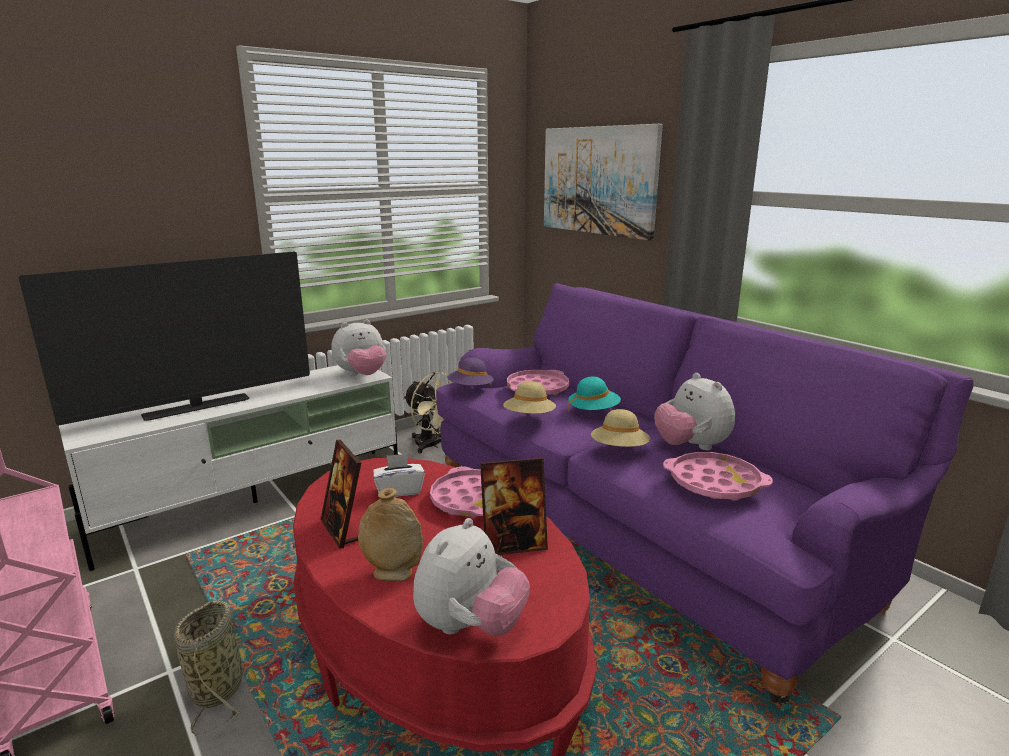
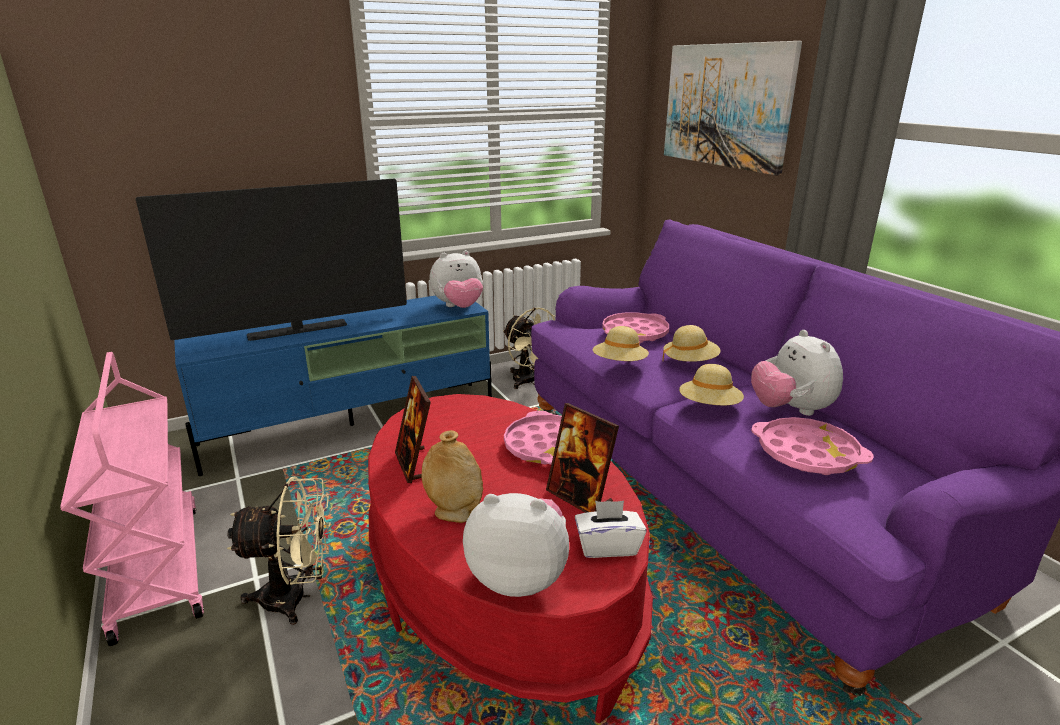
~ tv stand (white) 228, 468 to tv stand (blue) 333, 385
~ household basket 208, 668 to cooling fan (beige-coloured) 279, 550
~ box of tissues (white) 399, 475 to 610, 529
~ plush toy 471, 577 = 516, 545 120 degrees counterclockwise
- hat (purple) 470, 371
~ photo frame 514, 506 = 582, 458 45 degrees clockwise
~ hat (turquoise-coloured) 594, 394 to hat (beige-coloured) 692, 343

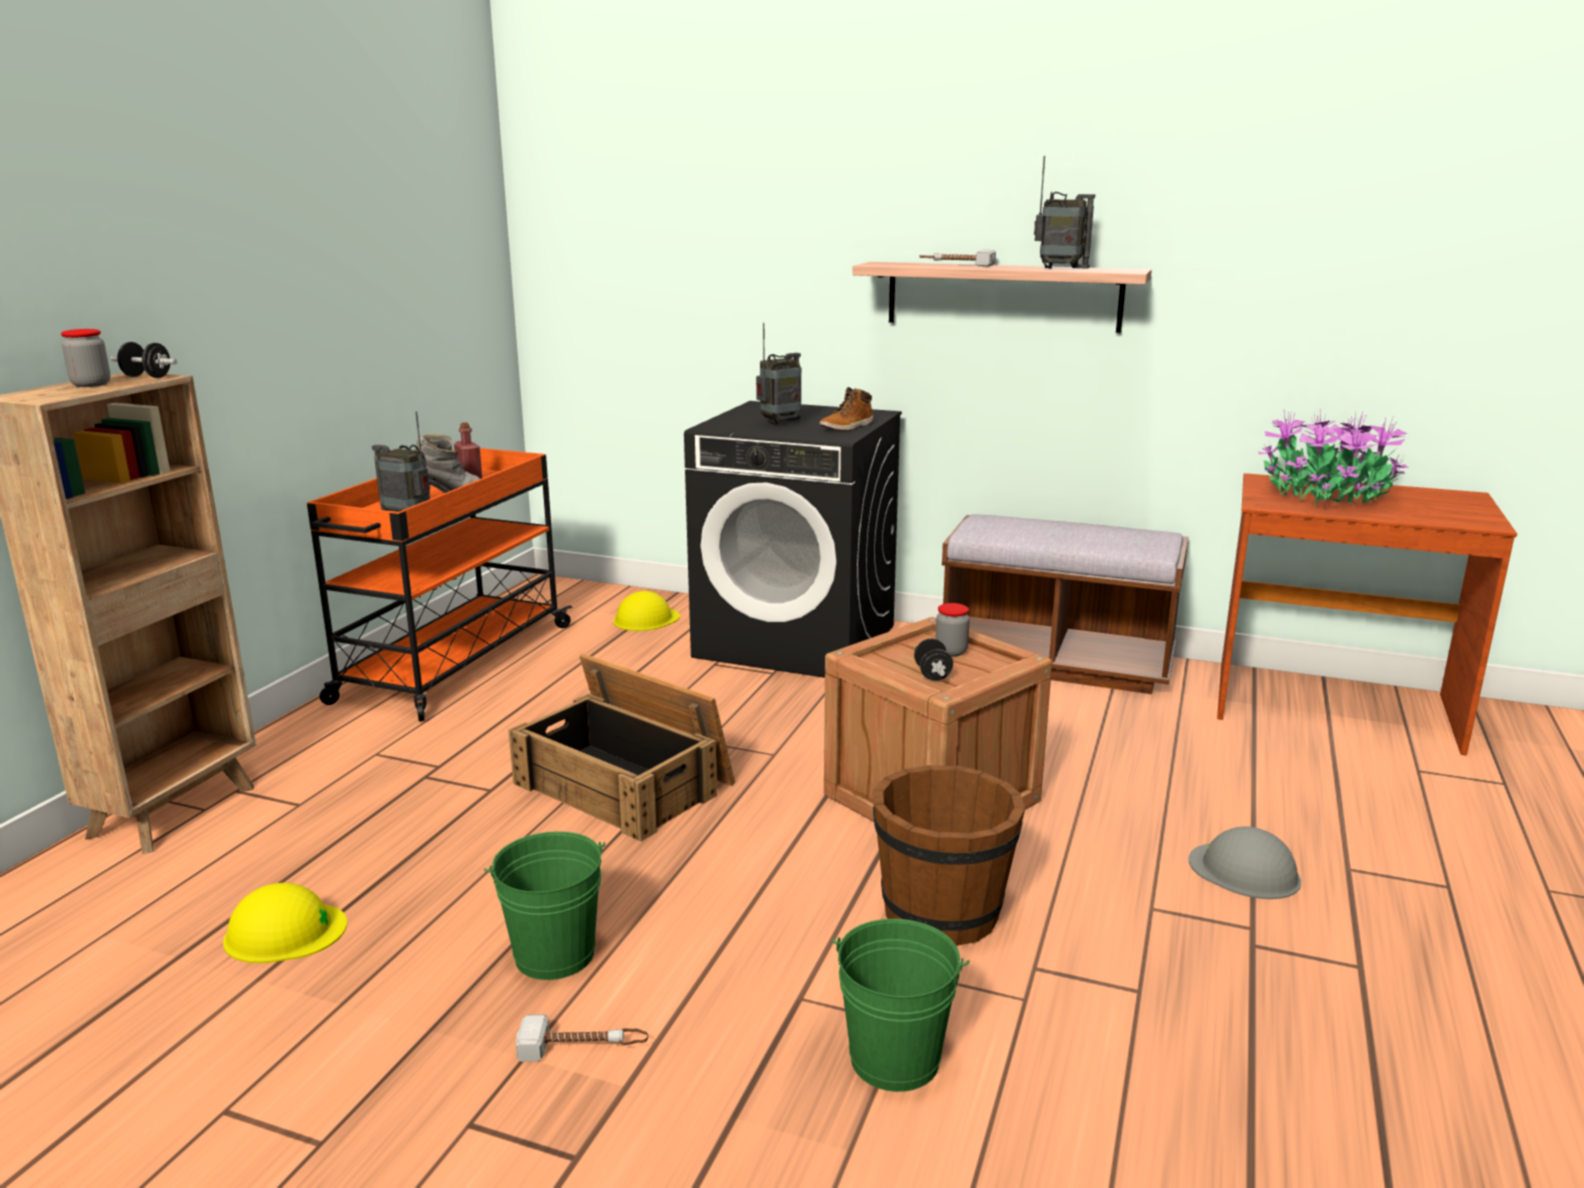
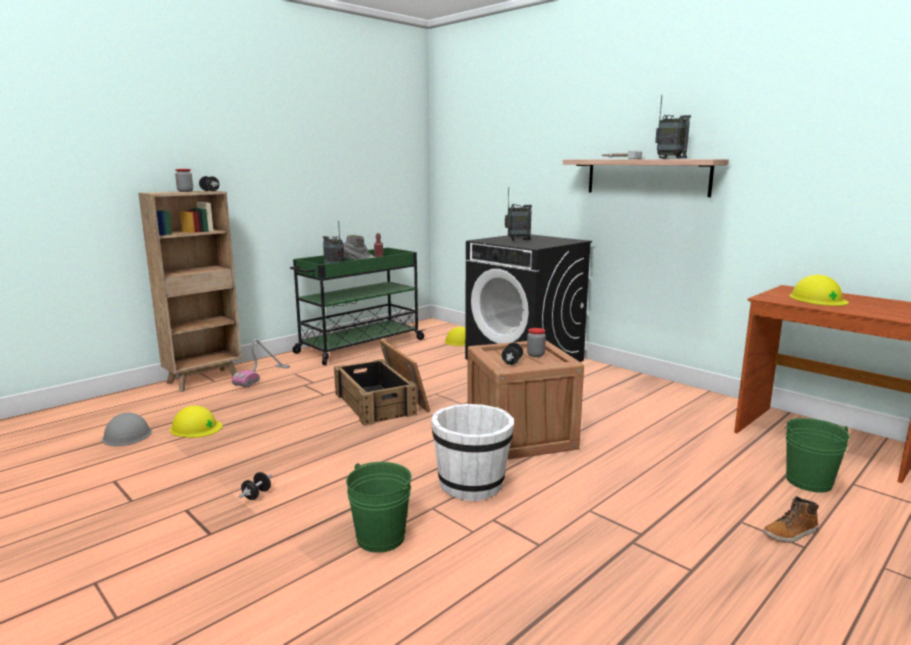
~ trolley (orangey) 440, 585 to trolley (greenish) 358, 306
~ bucket (greenish) 544, 906 to 817, 455
~ hand hammer 582, 1038 to free weight (black) 255, 486
~ boot 847, 409 to 791, 519
~ bucket (brown) 949, 855 to bucket (white) 472, 452
- indoor bench (brown) 1065, 604
~ work helmet (grey) 1245, 862 to 127, 429
~ houseplant 1333, 458 to work helmet (yellowish) 819, 290
+ vacuum 261, 363

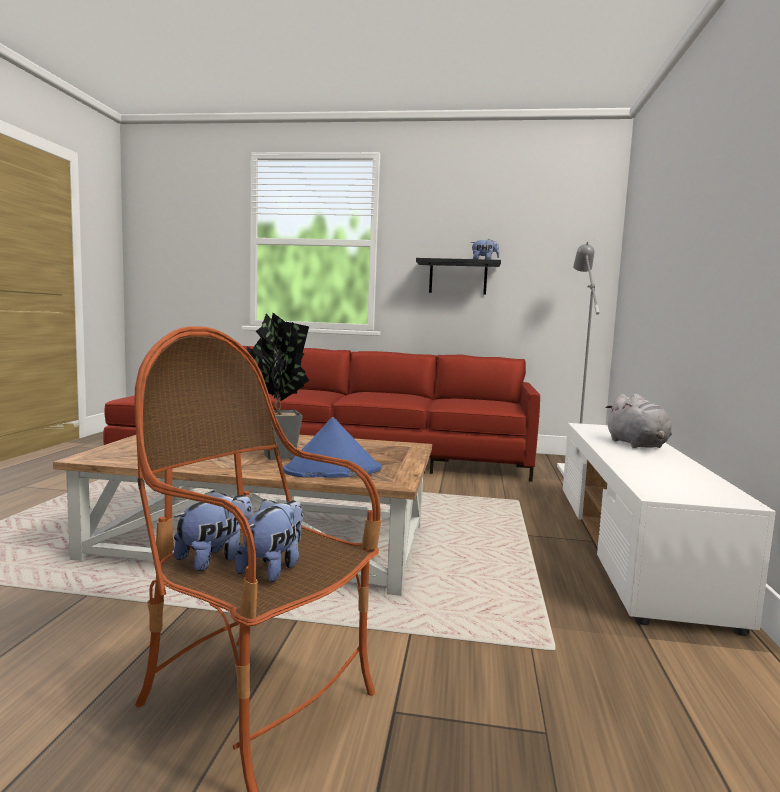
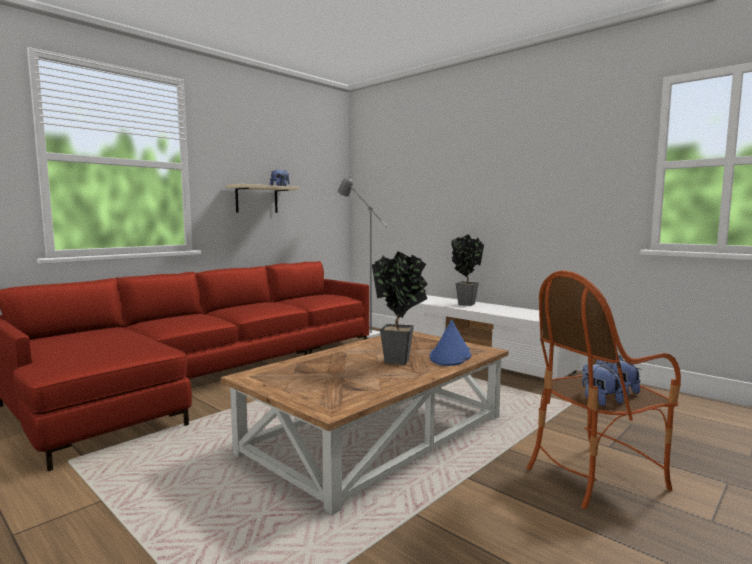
~ wall shelf (black) 458, 276 to wall shelf (beige-coloured) 262, 198
~ plush toy (grey) 638, 421 to houseplant 467, 270

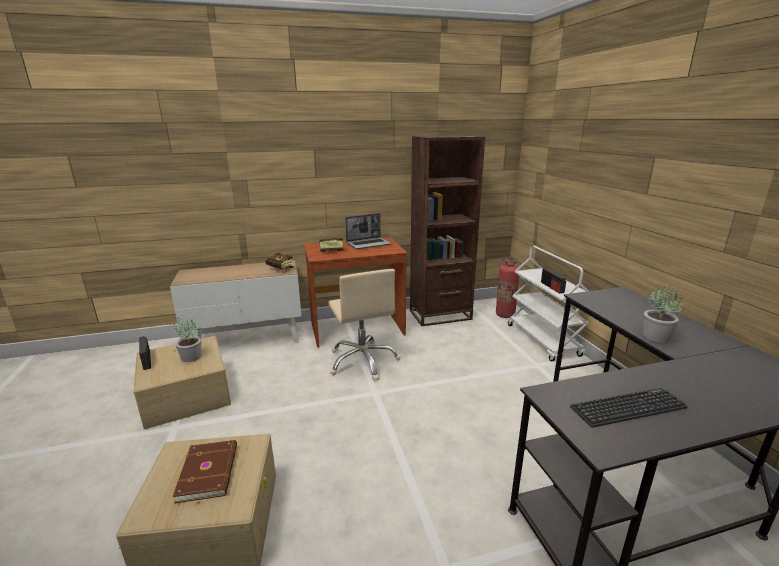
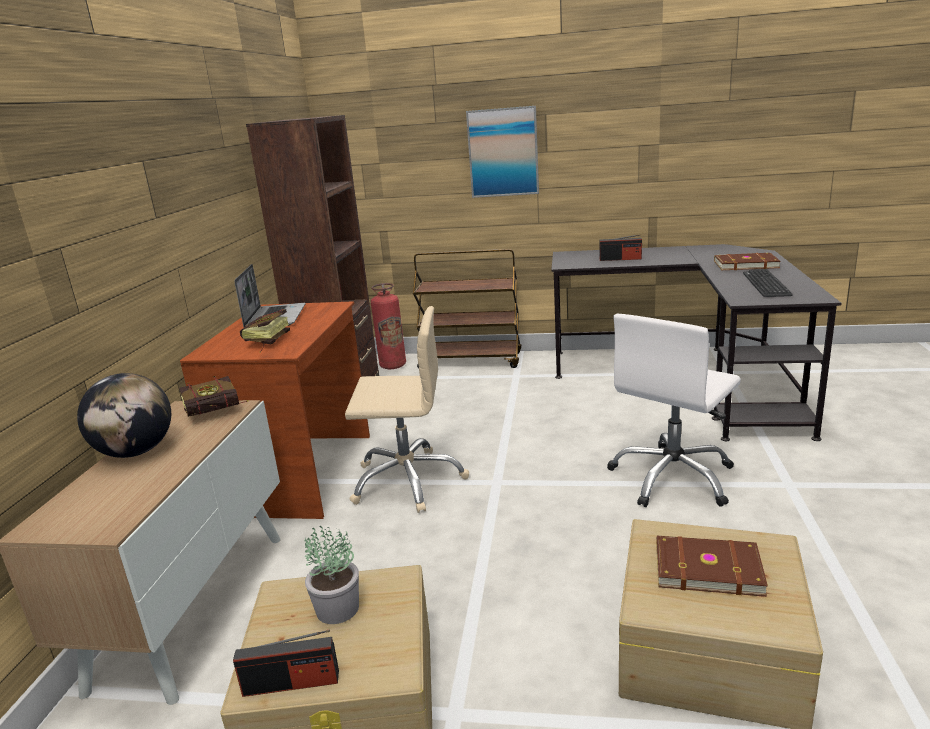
~ trolley (white) 548, 303 to trolley (brown) 467, 309
~ radio receiver 554, 281 to 621, 247
- houseplant 662, 314
+ globe 124, 415
+ wall picture 502, 152
+ desk chair (white) 674, 410
+ volume (brown) 747, 261

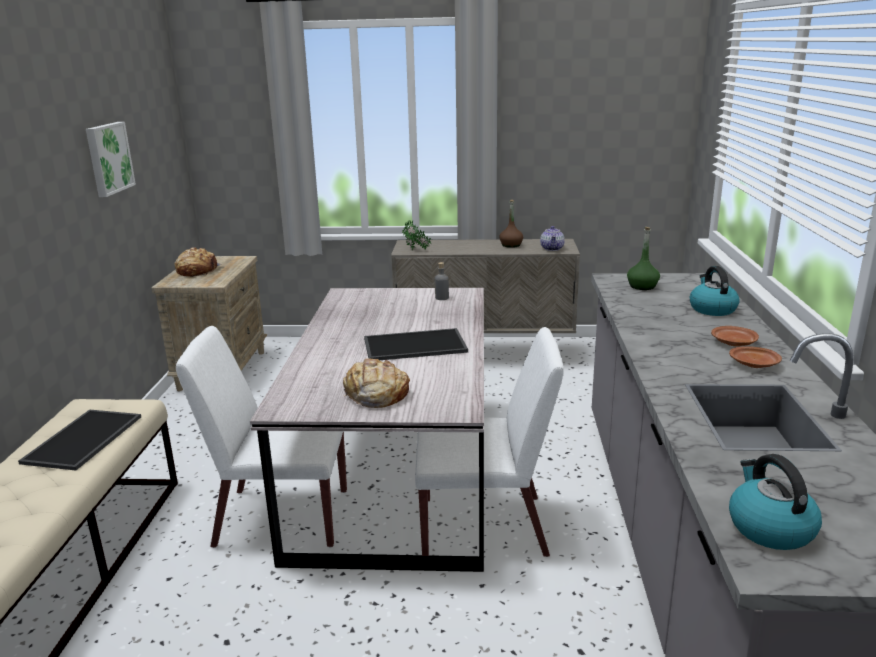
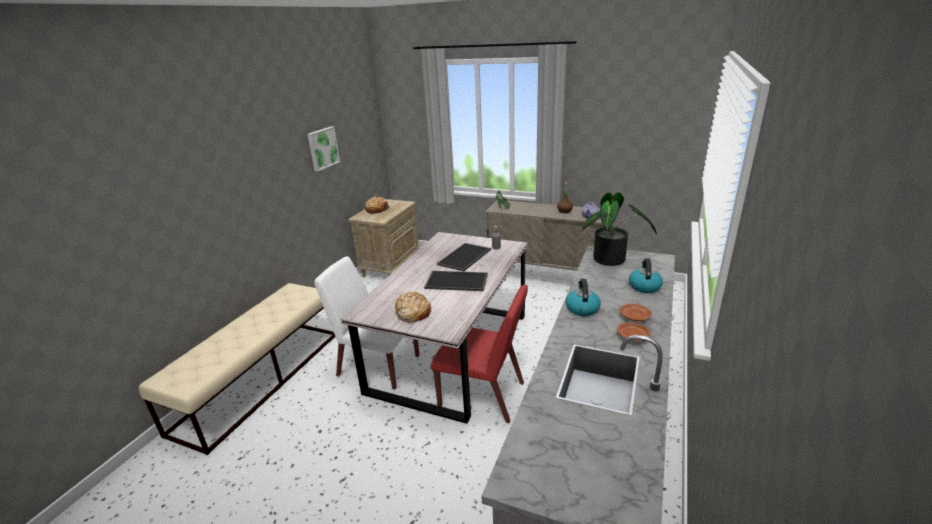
~ carrying tray 79, 440 to 464, 257
~ chair (white) 489, 442 to chair (red-coloured) 479, 353
~ beverage bottle (greenish) 643, 258 to houseplant 619, 229
~ tea kettle 775, 502 to 583, 297

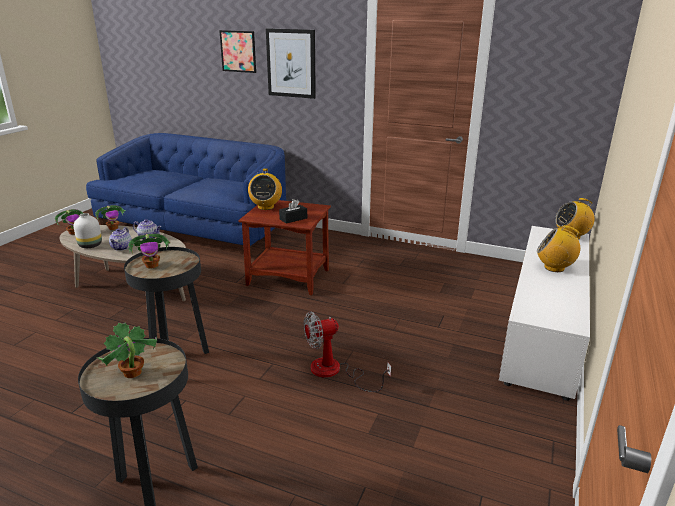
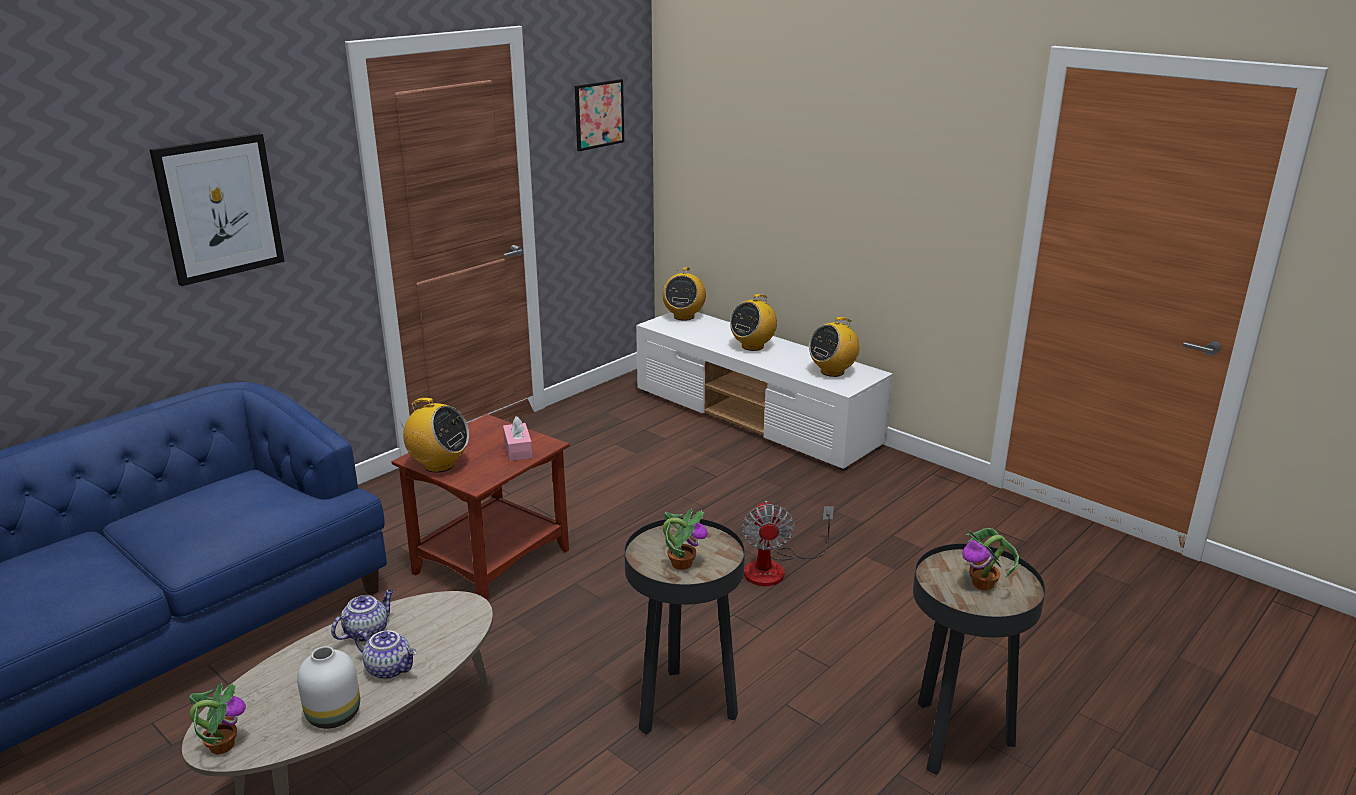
- houseplant 110, 217
~ wall picture 237, 51 to 599, 115
~ box of tissues (black) 293, 211 to box of tissues (pink-coloured) 518, 438
+ radio receiver 834, 347

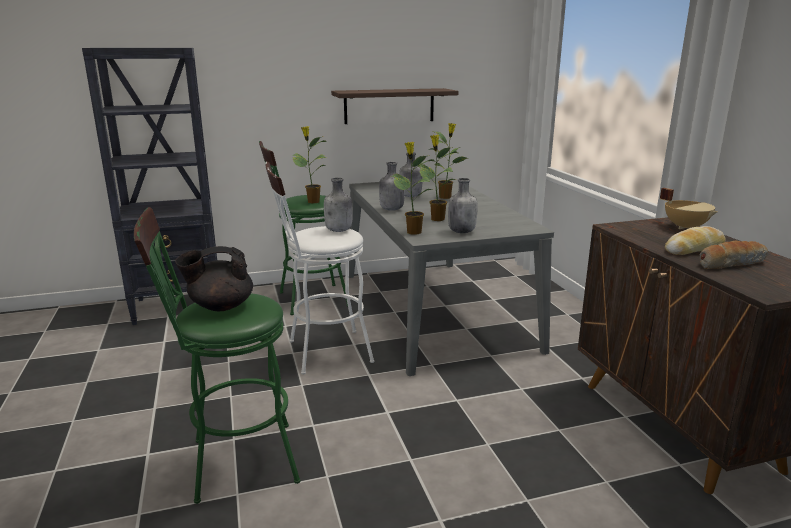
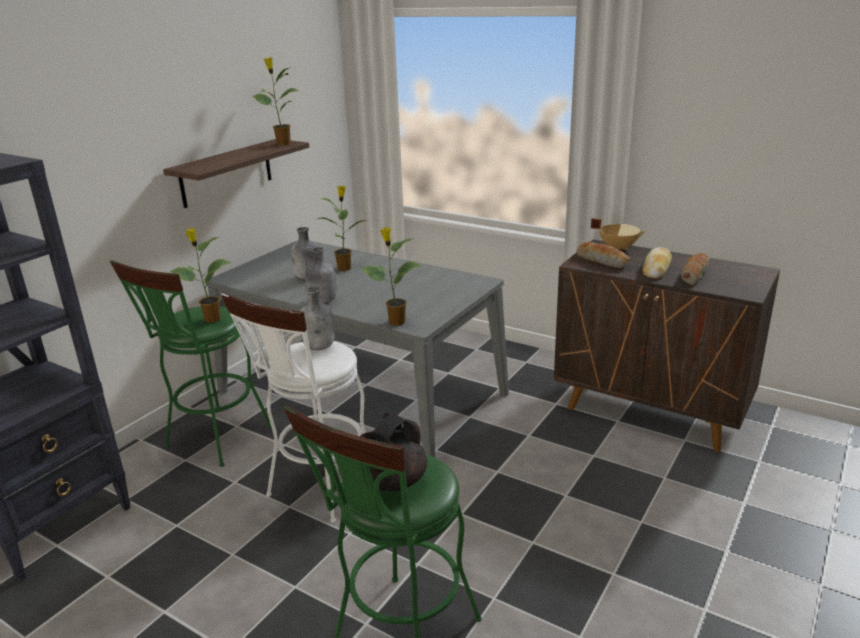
~ houseplant 438, 178 to 275, 101
- beverage bottle (grey) 463, 205
+ bread 603, 255

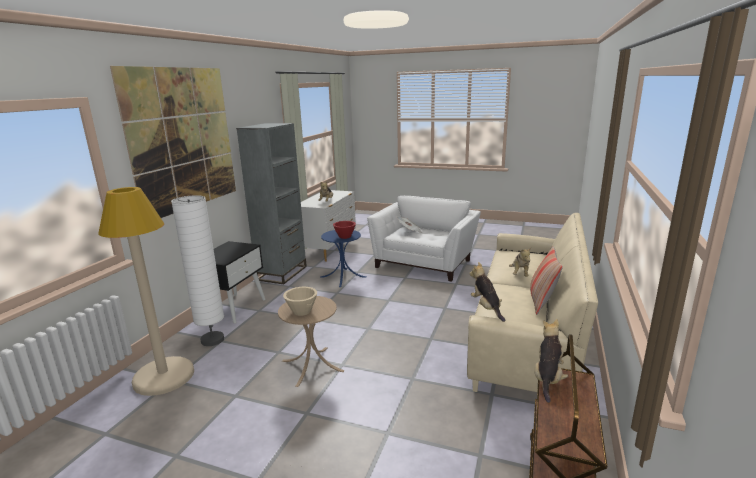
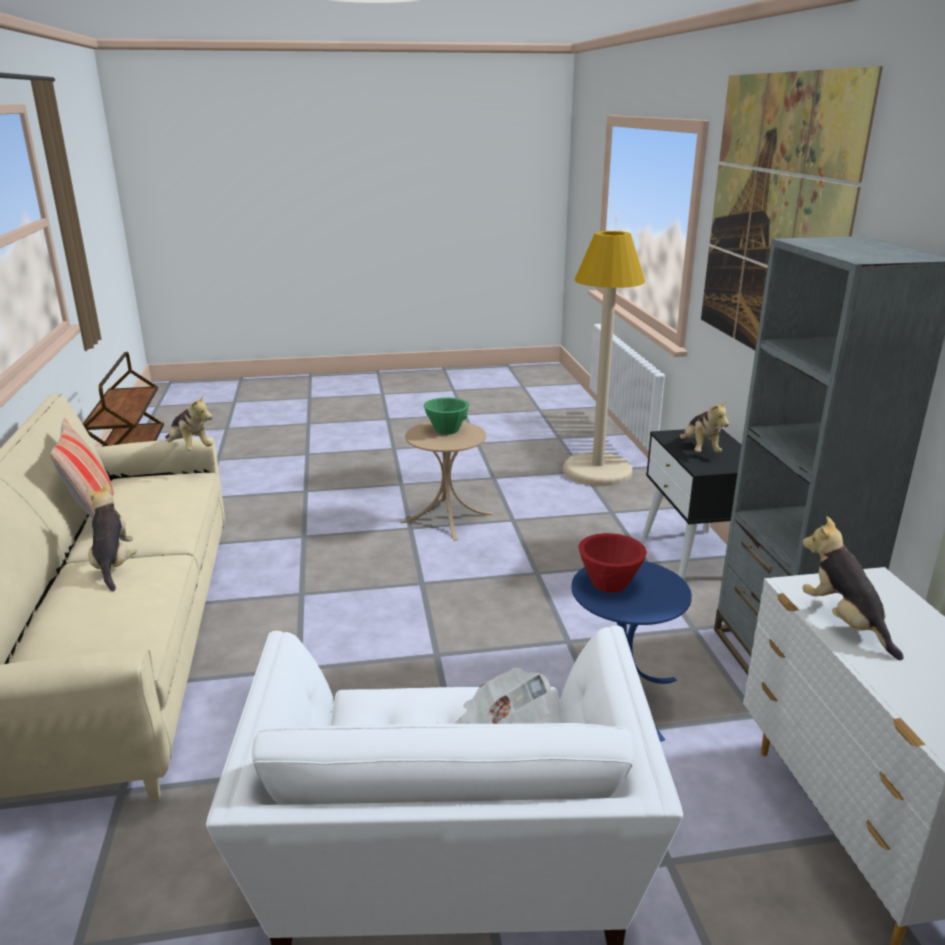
- standing lamp (white) 197, 270
~ bowl (beige-coloured) 300, 301 to bowl (greenish) 447, 416
~ plush toy 551, 361 to 704, 426

